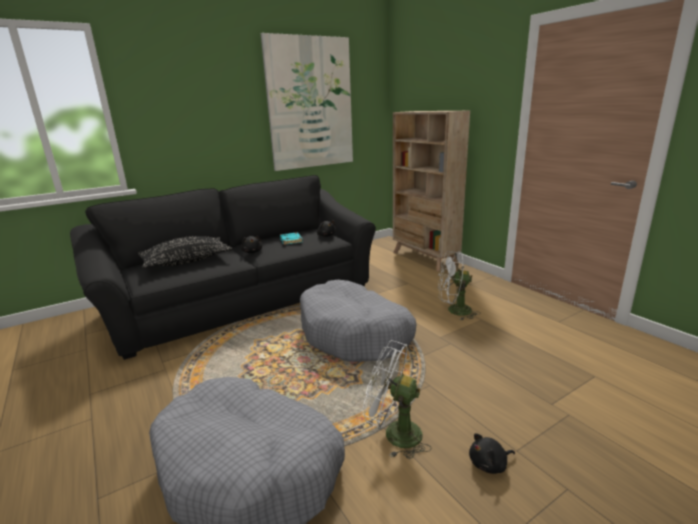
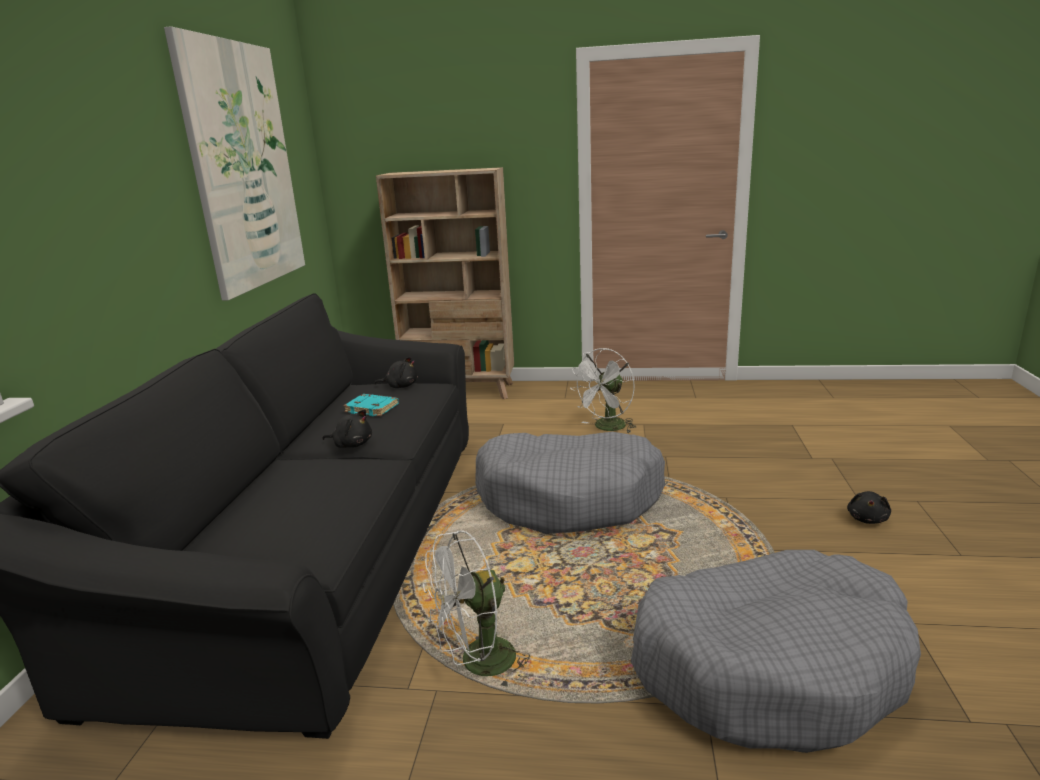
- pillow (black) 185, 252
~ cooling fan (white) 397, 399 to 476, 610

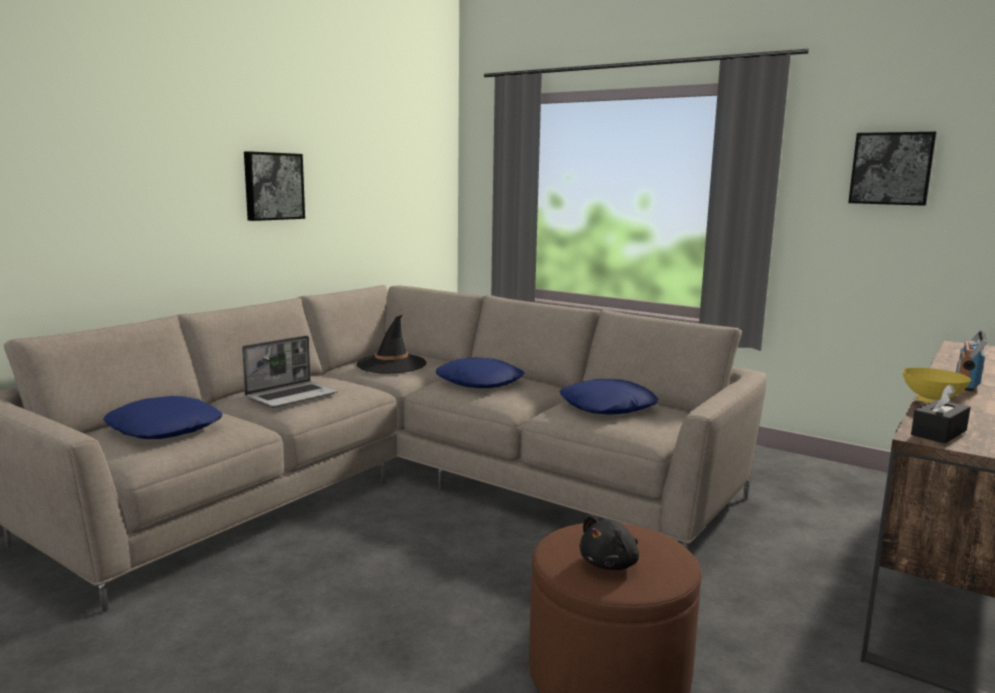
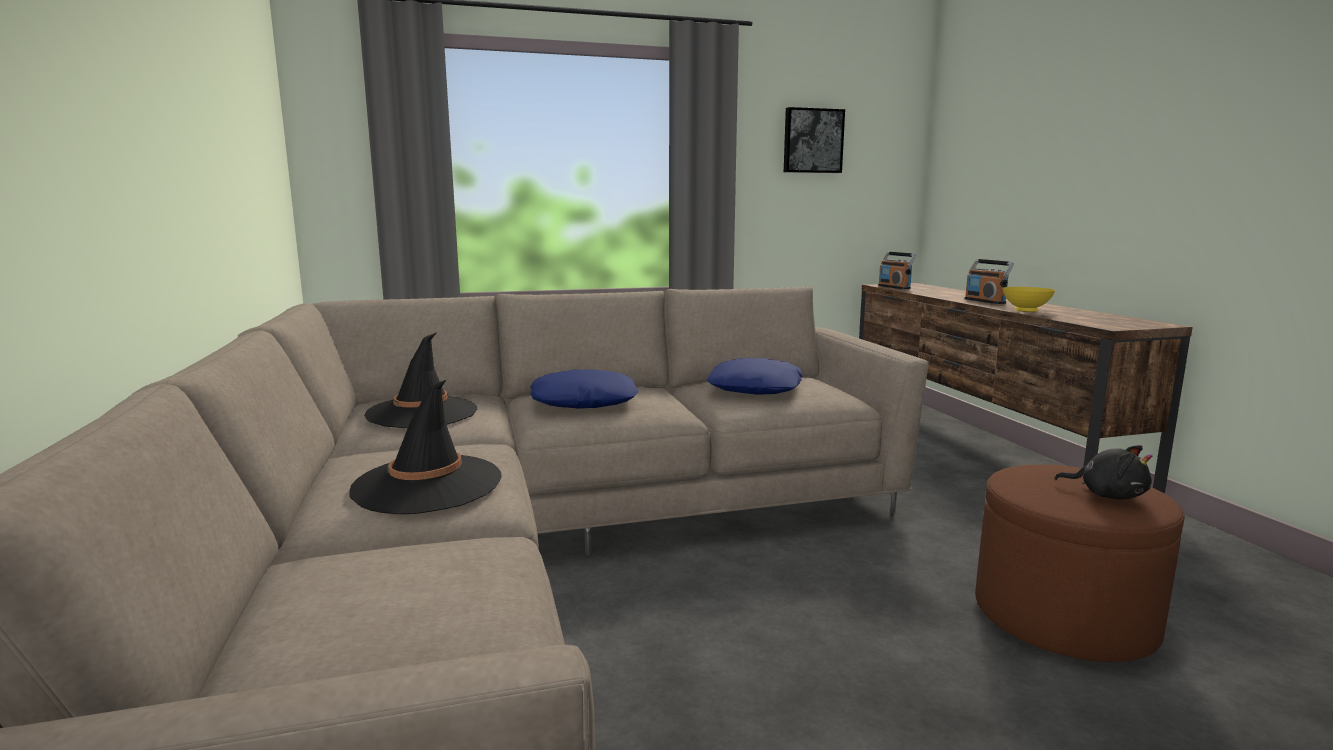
- pillow (blue) 162, 417
~ laptop 290, 371 to hat (black) 425, 447
- wall picture 274, 186
~ plush toy (black) 609, 543 = 1103, 472 45 degrees counterclockwise
- box of tissues (black) 941, 413
+ radio receiver 897, 270

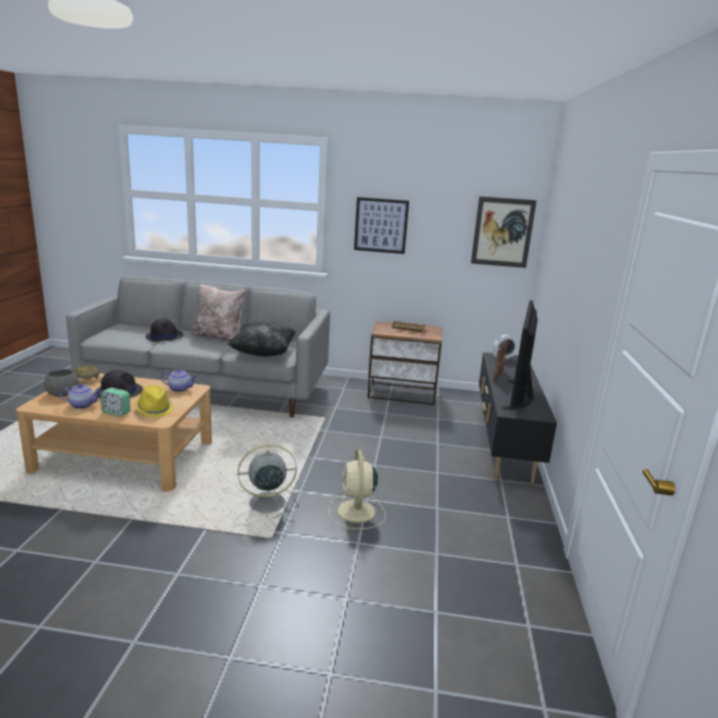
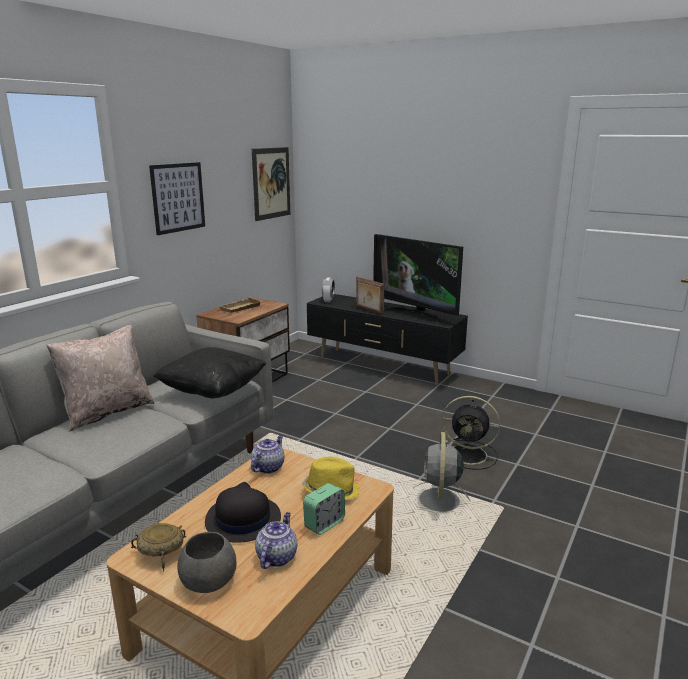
- hat (black) 164, 330
~ cooling fan (beige-coloured) 357, 489 to cooling fan (black) 471, 433

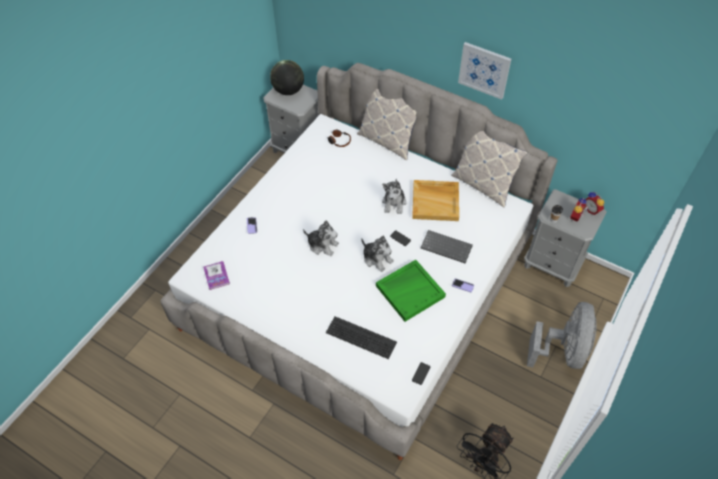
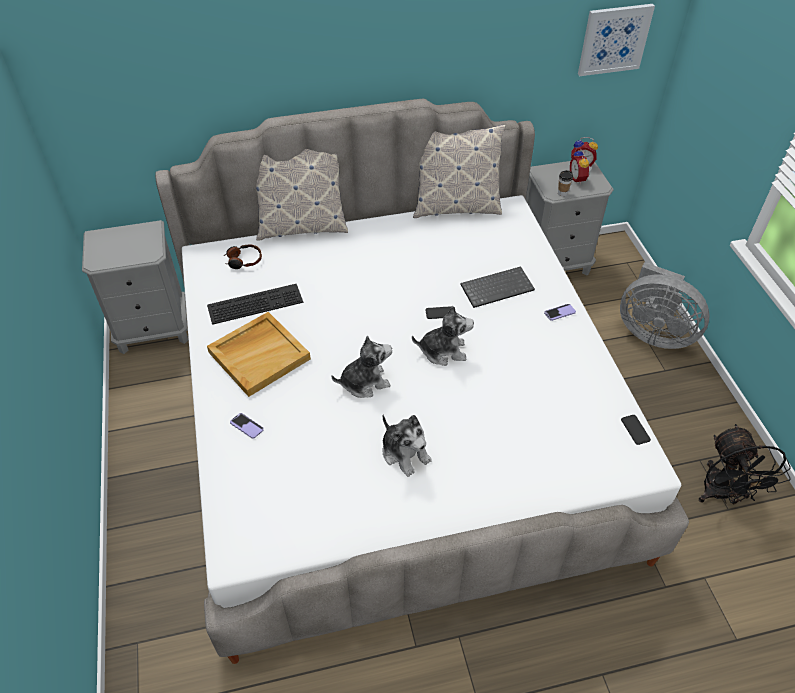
- volume 216, 275
- globe 287, 77
~ computer keyboard 361, 337 to 255, 304
- carrying tray (greenish) 411, 291
~ plush toy 394, 196 to 407, 446
~ carrying tray (beige-coloured) 435, 200 to 259, 354
~ wall picture 484, 71 to 616, 40
~ cooling fan (grey) 562, 335 = 665, 305 150 degrees clockwise

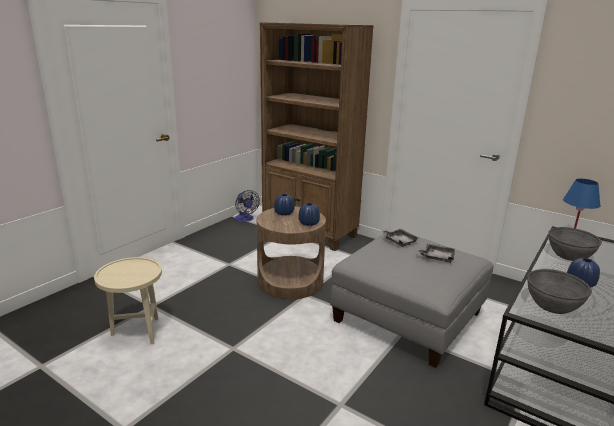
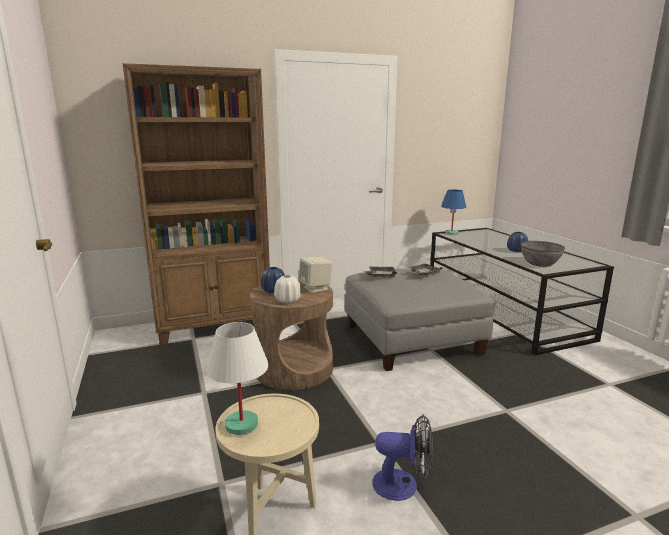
~ cooling fan 247, 206 to 402, 458
~ vase (blue) 309, 214 to loudspeaker (beige-coloured) 315, 275
- bowl (grey) 575, 244
+ tabletop lamp (white) 237, 378
+ vase (white) 287, 289

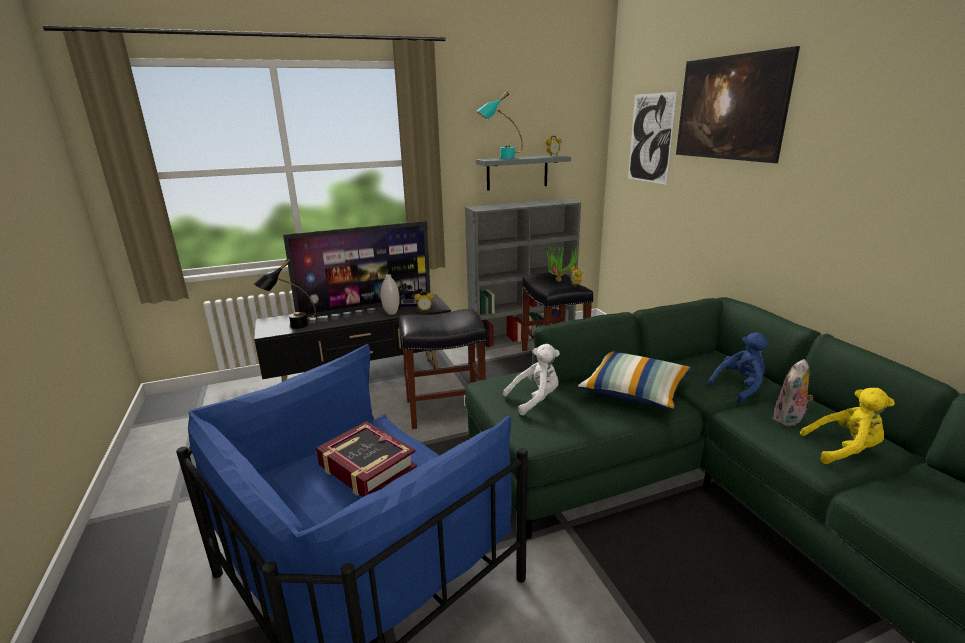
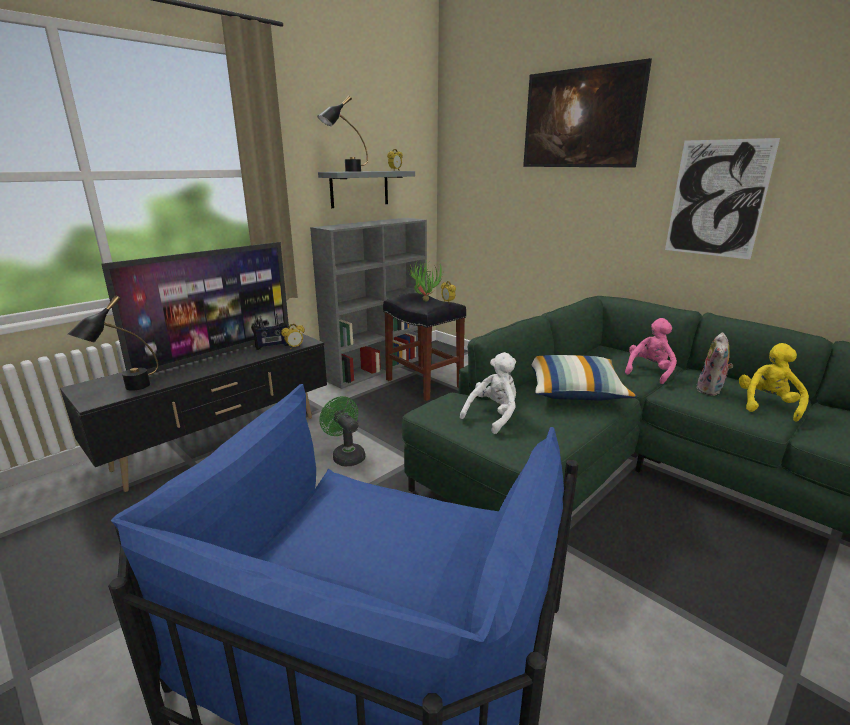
- volume 366, 459
- vase (white) 390, 294
~ stool (black) 443, 368 to cooling fan (greenish) 342, 431
~ tabletop lamp (turquoise-coloured) 500, 125 to tabletop lamp (black) 342, 134
~ wall picture 652, 138 to 722, 198
~ plush toy (blue) 737, 367 to plush toy (pink-coloured) 651, 351
~ plush toy (yellowish) 847, 426 = 774, 382 45 degrees counterclockwise

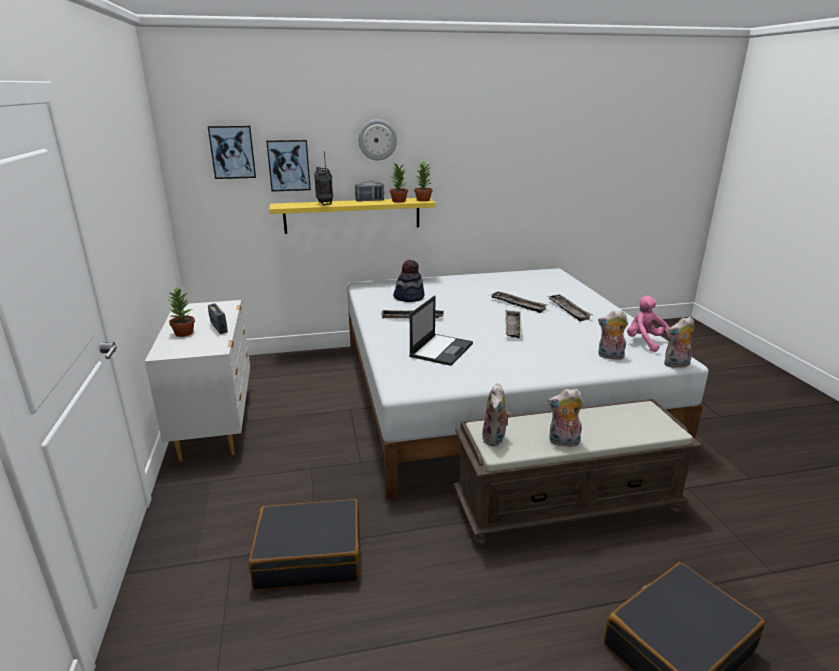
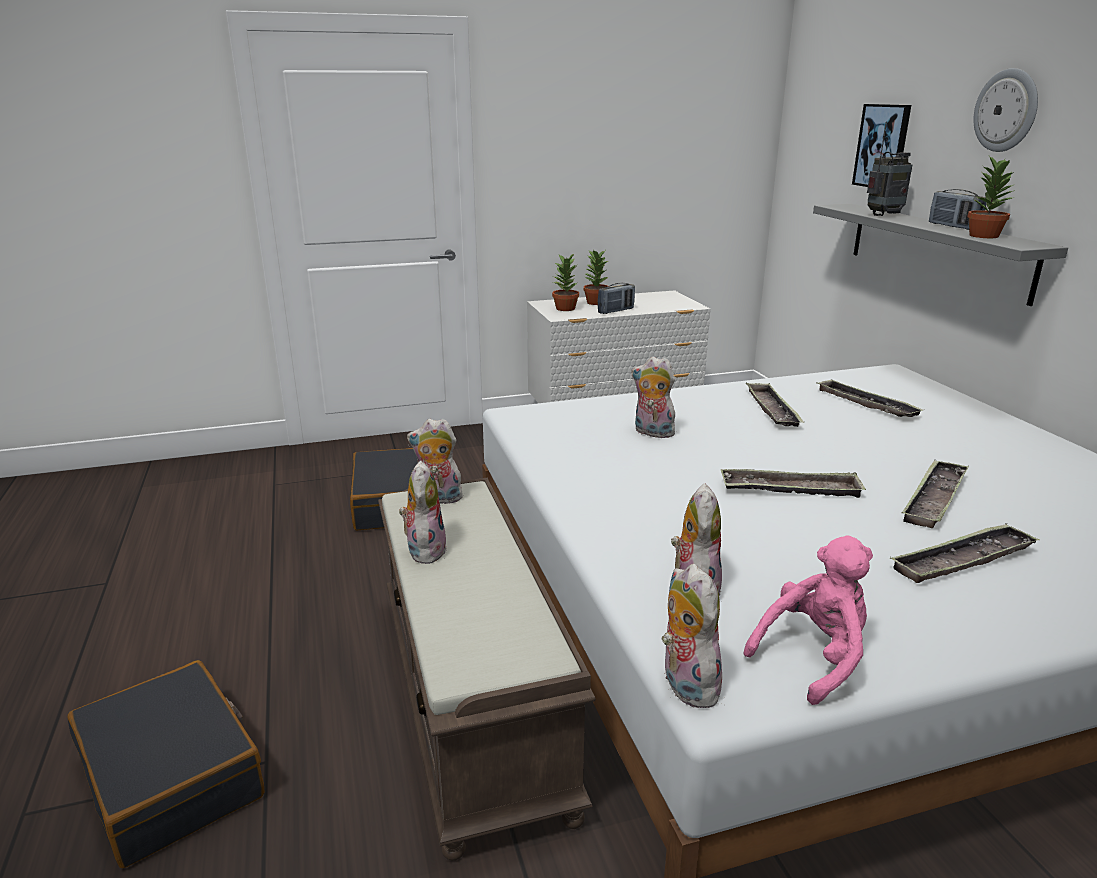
- wall picture 232, 152
~ wall shelf (yellowish) 352, 216 to wall shelf (grey) 940, 255
~ hat 409, 281 to carrying tray 869, 398
~ laptop 441, 330 to plush toy 653, 397
~ houseplant 423, 182 to 565, 282

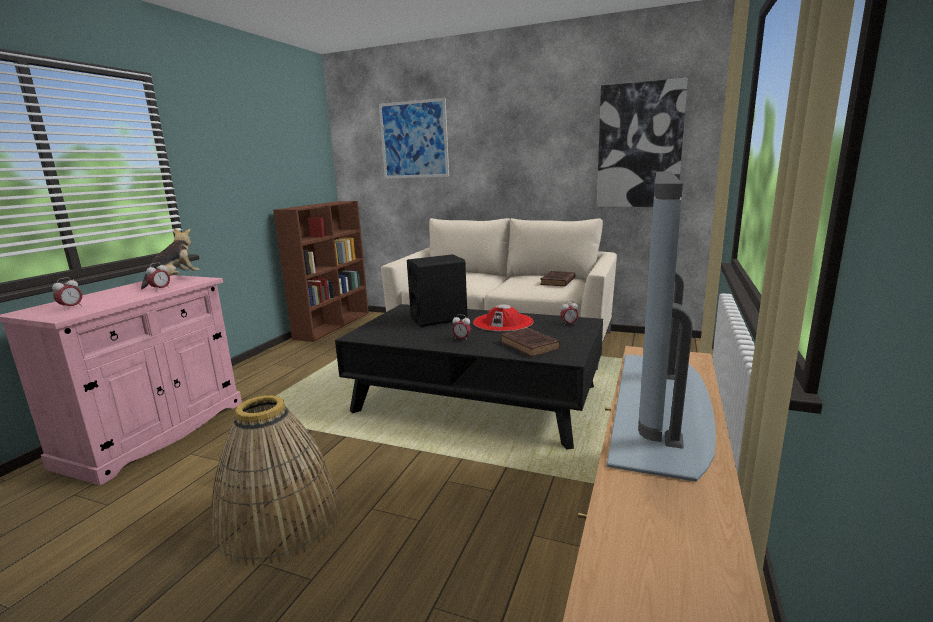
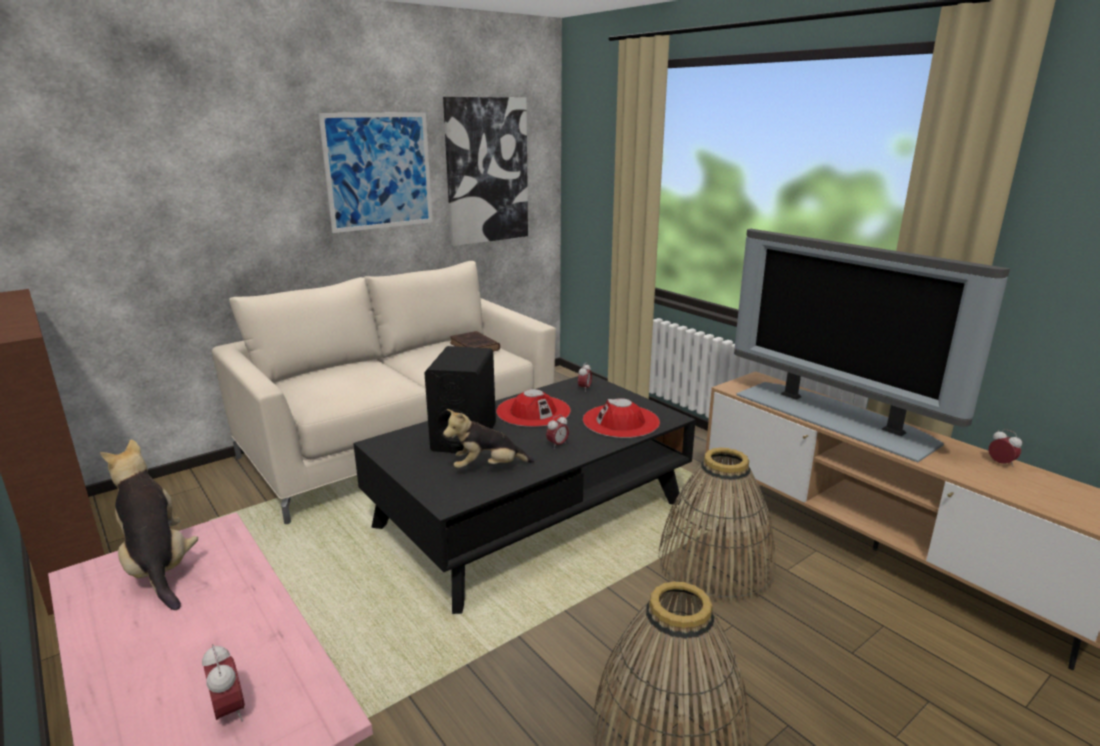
~ alarm clock 158, 276 to 1005, 448
~ wall picture 414, 138 to 375, 172
~ volume (brown) 531, 342 to hat (red-coloured) 621, 418
+ plush toy 489, 438
+ household basket 716, 525

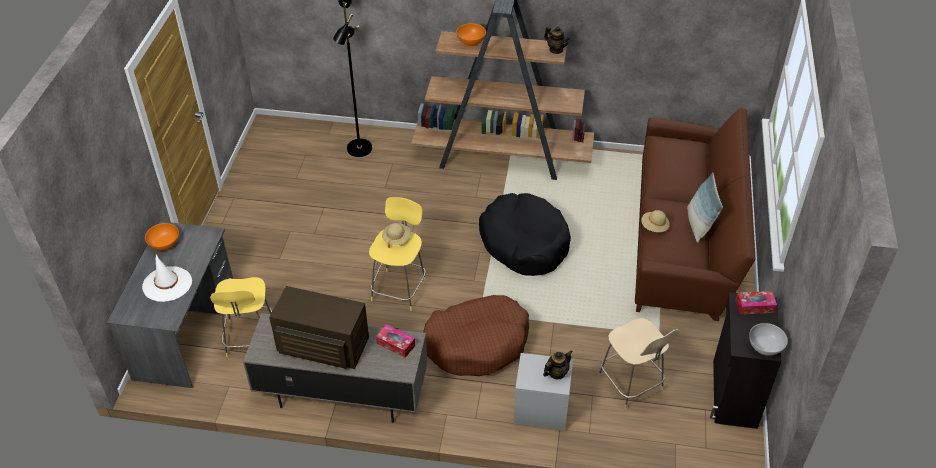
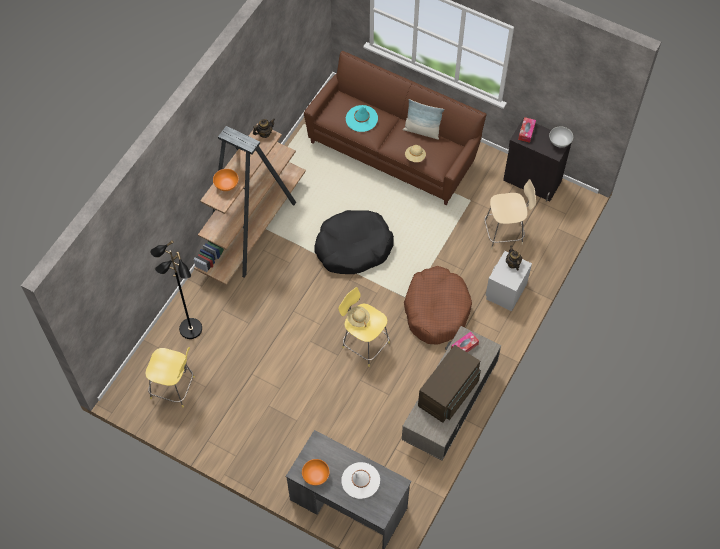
~ stool (yellowish) 241, 317 to 170, 377
+ hat (turquoise-coloured) 362, 118

